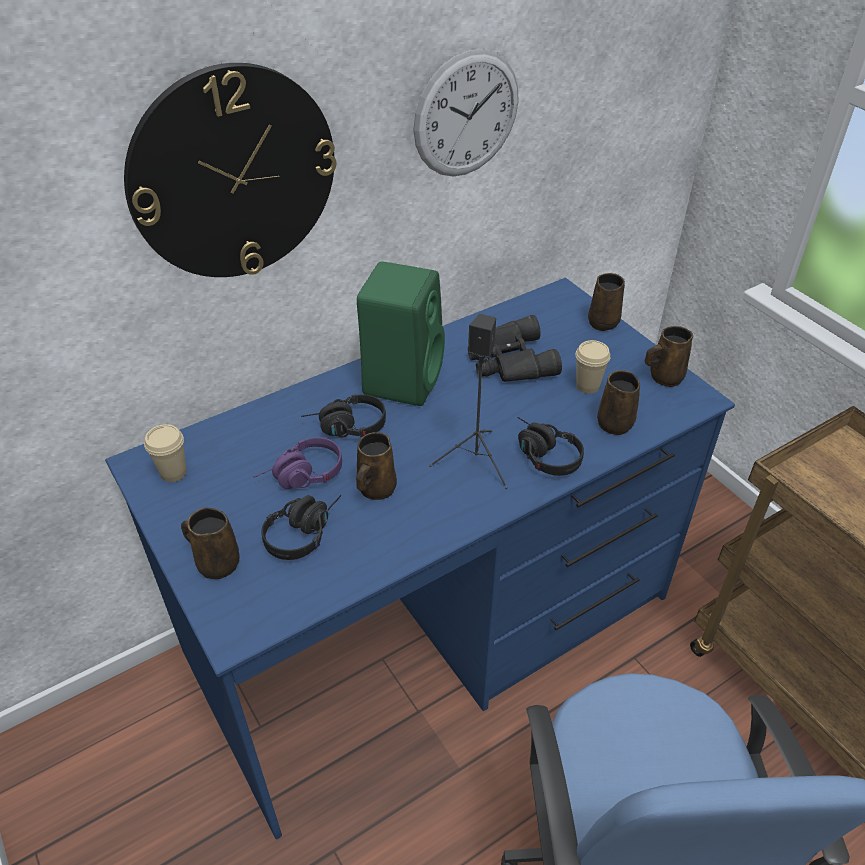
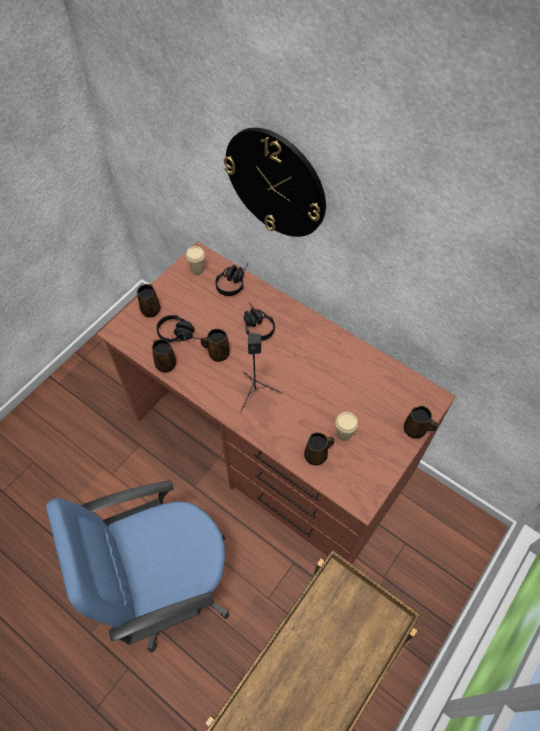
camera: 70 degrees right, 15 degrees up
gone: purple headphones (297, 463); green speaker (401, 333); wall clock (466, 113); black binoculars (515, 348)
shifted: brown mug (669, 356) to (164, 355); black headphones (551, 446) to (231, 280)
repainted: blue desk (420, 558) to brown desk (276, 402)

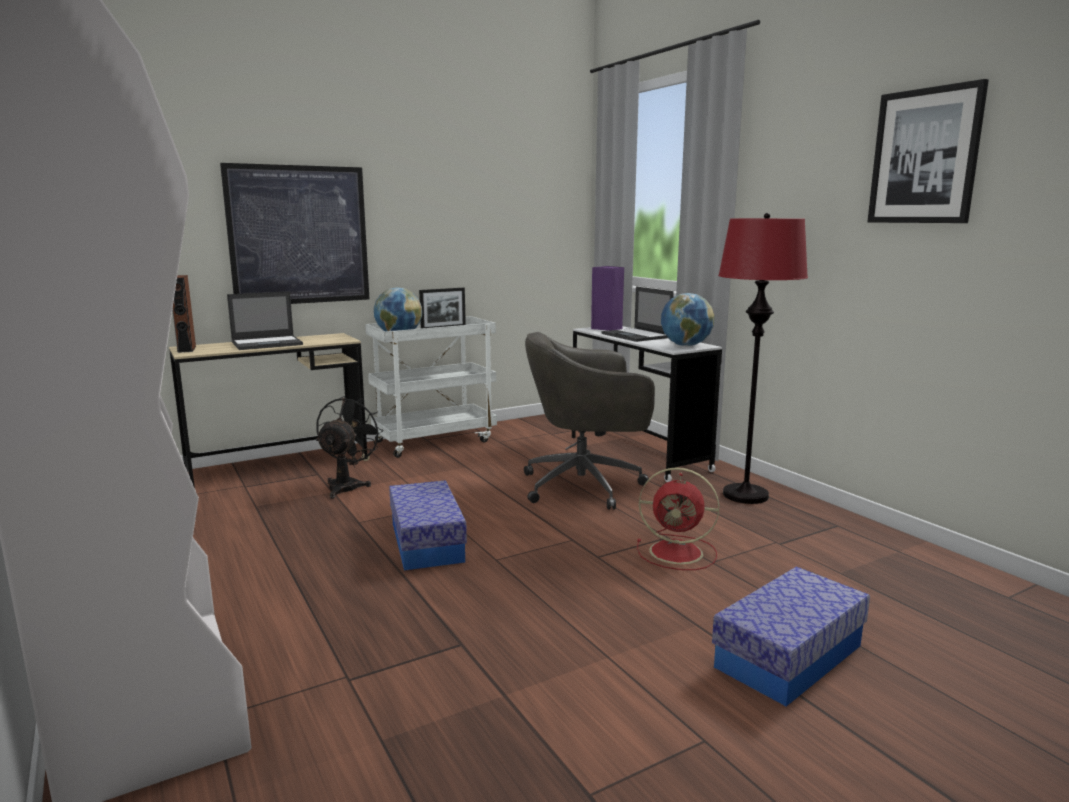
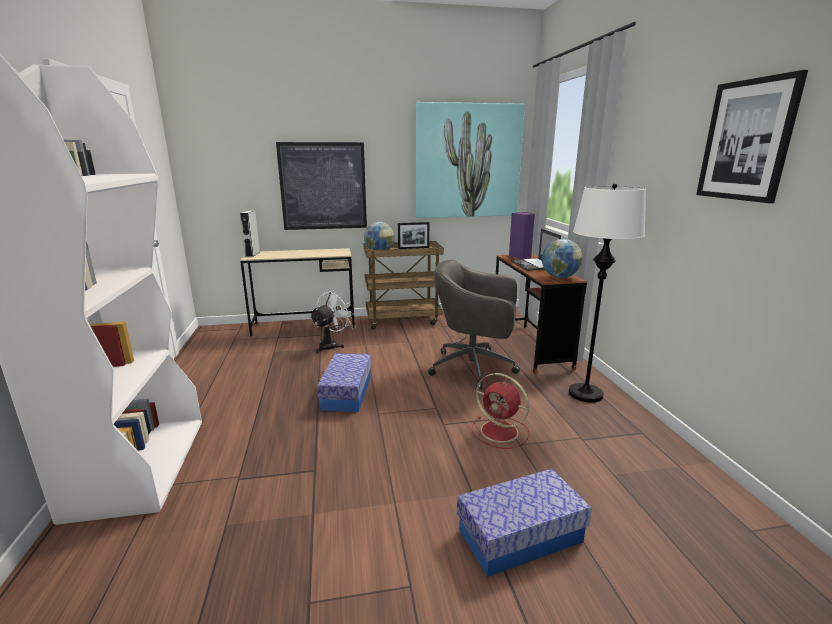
camera: 20 degrees right, 5 degrees up
gone: laptop (265, 320)
new: picture (470, 160)
repainted: brown speaker (184, 314) to grey speaker (250, 234); black fan (350, 447) to white fan (332, 322); white cart (431, 387) to brown cart (403, 285); white desk (647, 404) to brown desk (541, 314); red floor lamp (763, 358) to white floor lamp (607, 293)

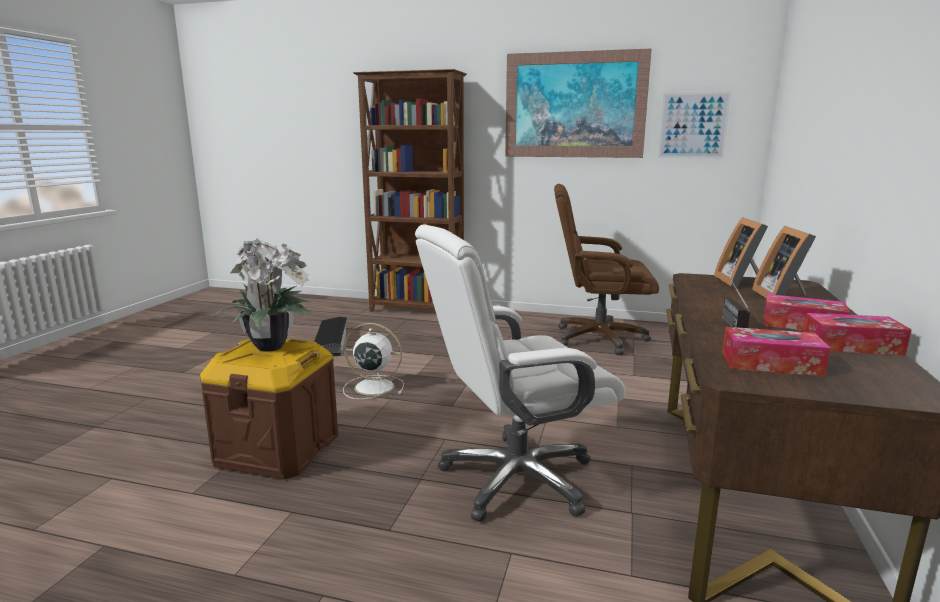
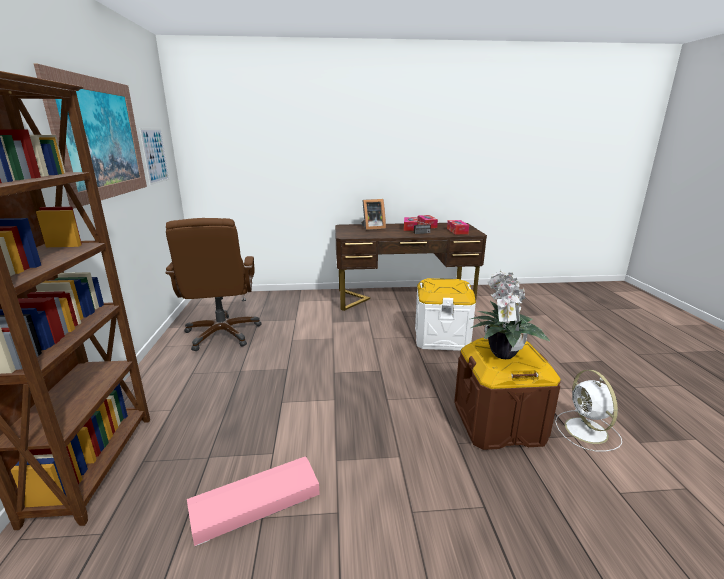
camera: 110 degrees left, 5 degrees up
gone: picture frame (741, 252)
shifted: white fan (373, 361) to (588, 410)
swapped: white office chair (520, 373) to white storage box (445, 314)
repainted: black storage box (330, 336) to pink storage box (253, 501)

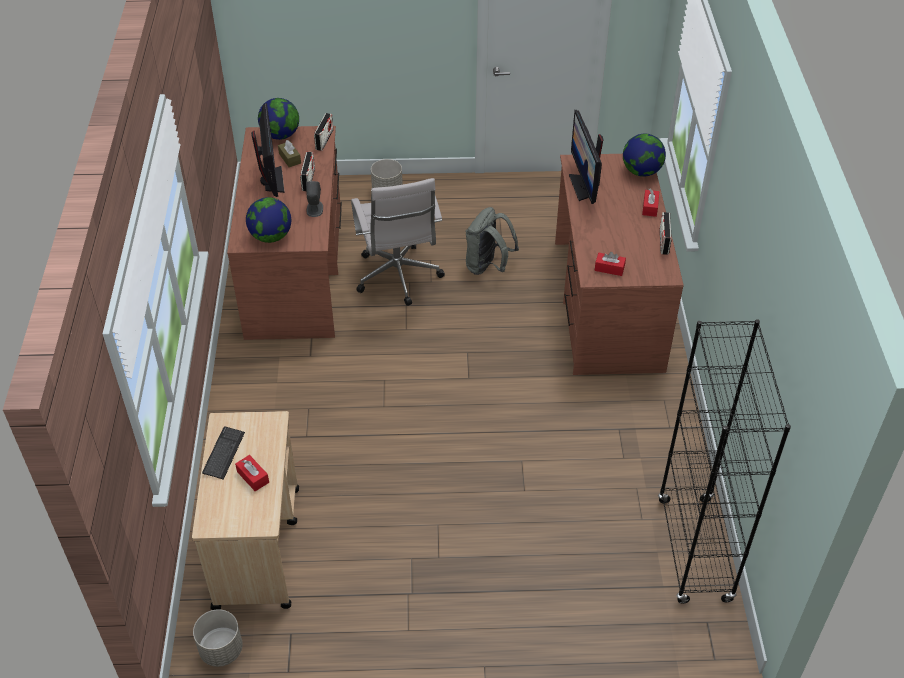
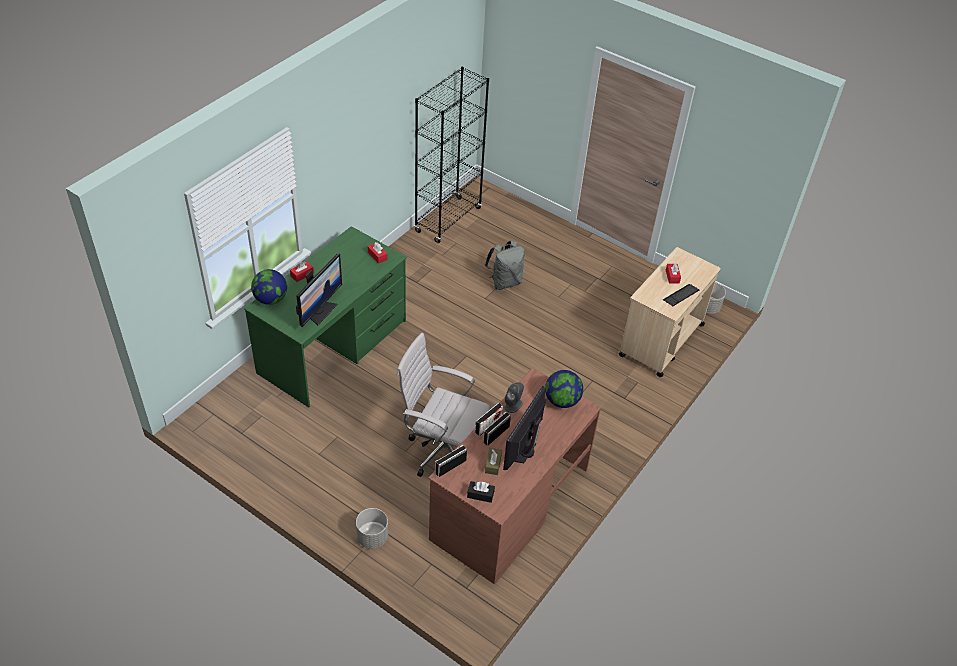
camera: 145 degrees left, 0 degrees up
shifted: radio (666, 233) to (489, 419); grey backpack (492, 241) to (504, 265)
swapped: globe (278, 119) to black tissue box (481, 492)
repainted: brown desk (619, 264) to green desk (325, 316)
rotated: white office chair (398, 242) = (443, 405) 90 degrees counterclockwise

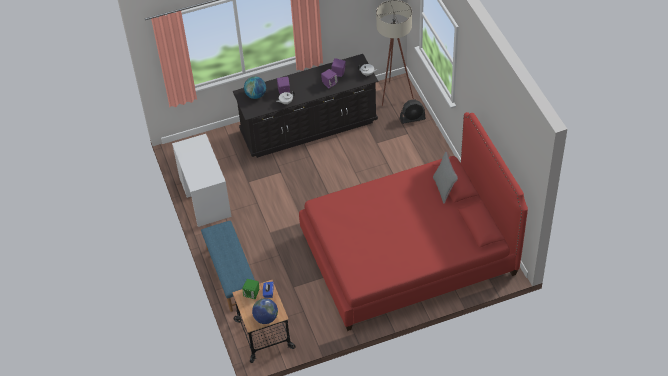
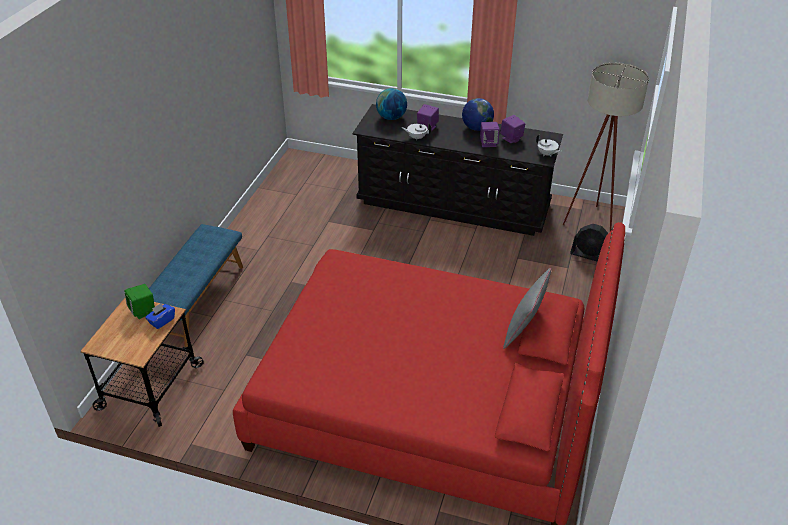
camera: 35 degrees right, 10 degrees down
gone: white desk (202, 180)
shifted: globe (265, 311) to (478, 114)

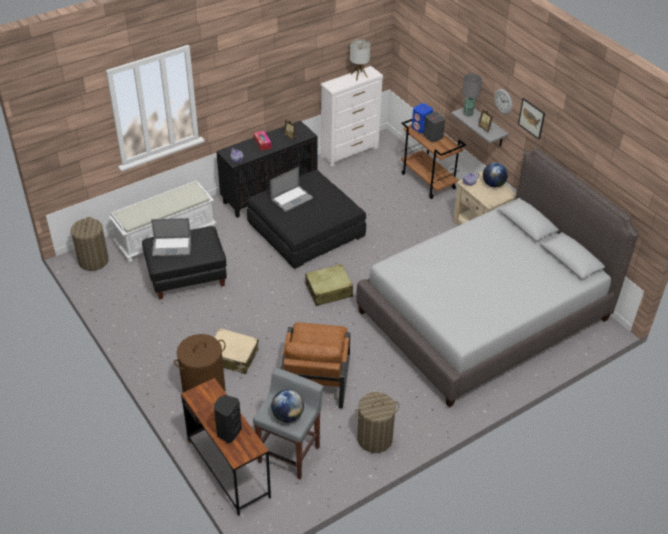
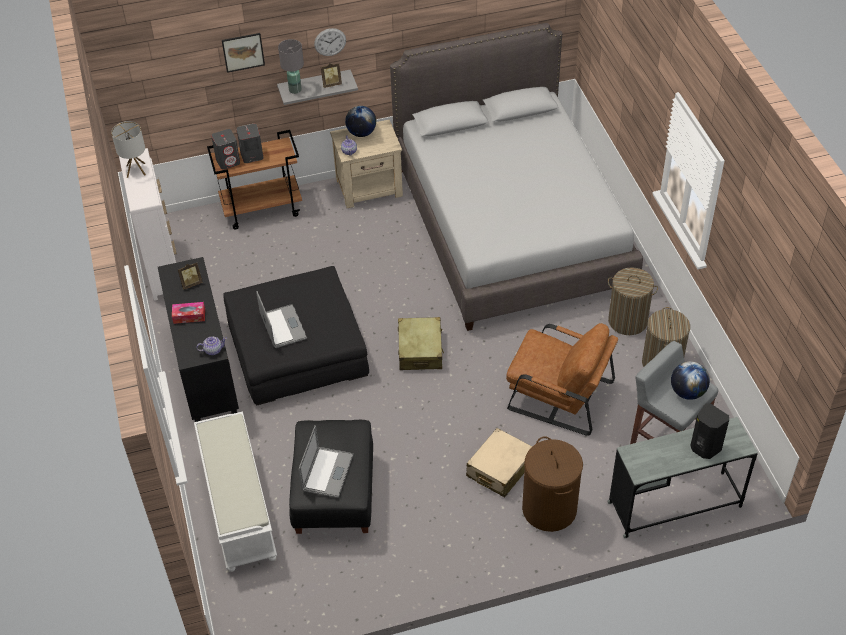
camera: 70 degrees left, 5 degrees up
shifted: picture (531, 118) to (243, 53); laundry basket (90, 244) to (633, 301)
repainted: blue speaker (422, 118) to grey speaker (225, 149); brown desk (226, 447) to grey desk (682, 477)

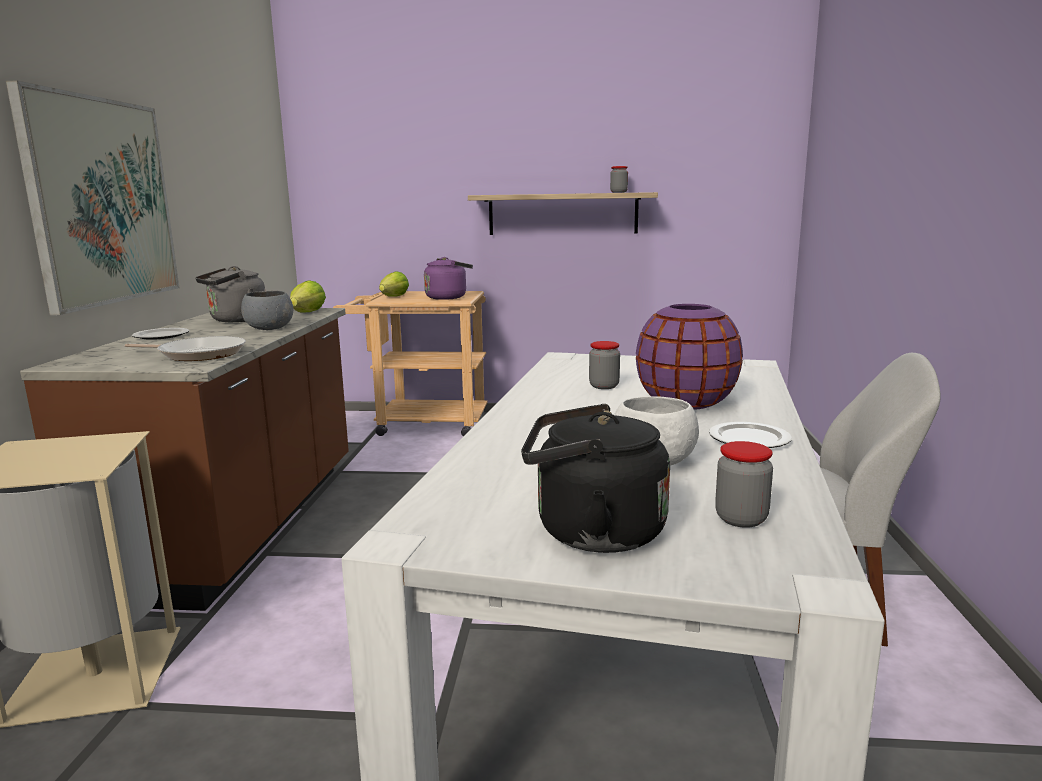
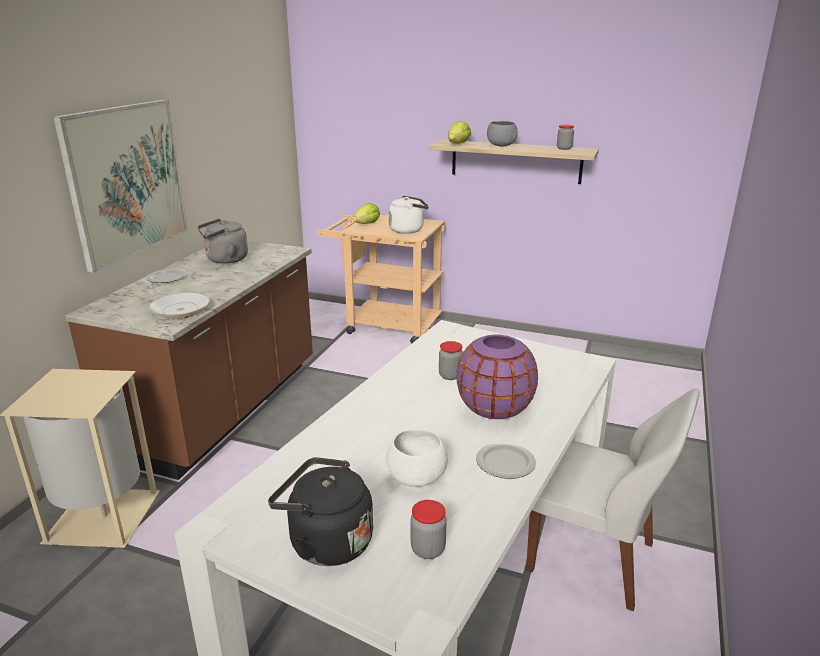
camera: 15 degrees right, 10 degrees up
shifted: lettuce (308, 296) to (459, 132); grey bowl (267, 310) to (502, 133)
repainted: purple kettle (448, 278) to white kettle (409, 215)

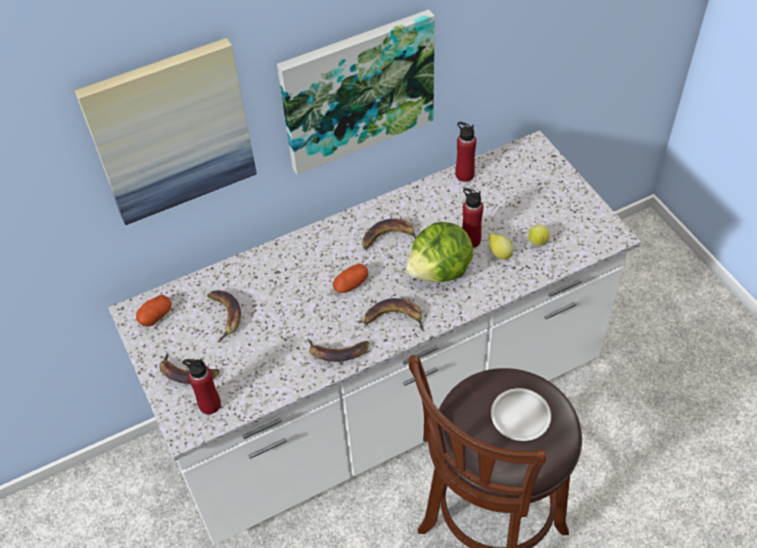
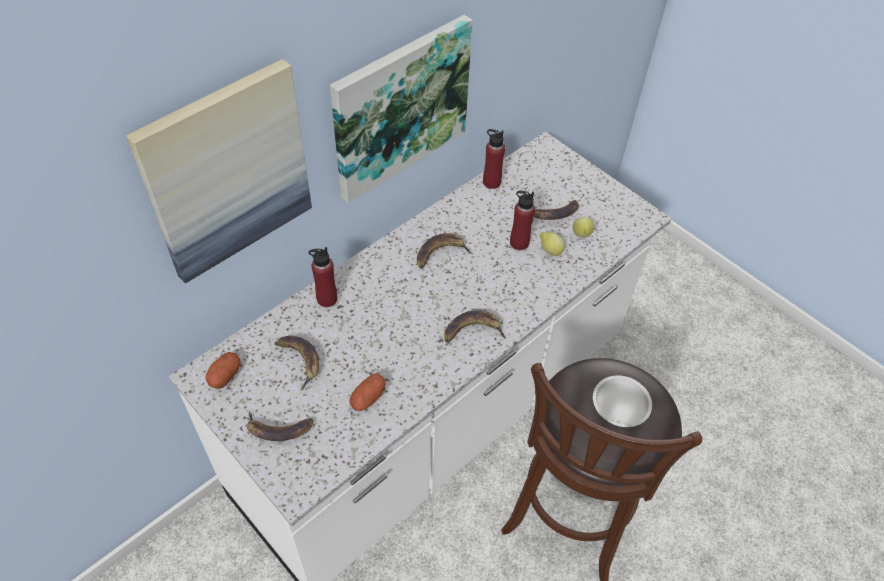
camera: 20 degrees left, 0 degrees up
gone: lettuce (439, 252)
shifted: red bottle (202, 386) to (323, 277); potato (350, 278) to (368, 392); banana (338, 350) to (556, 210)

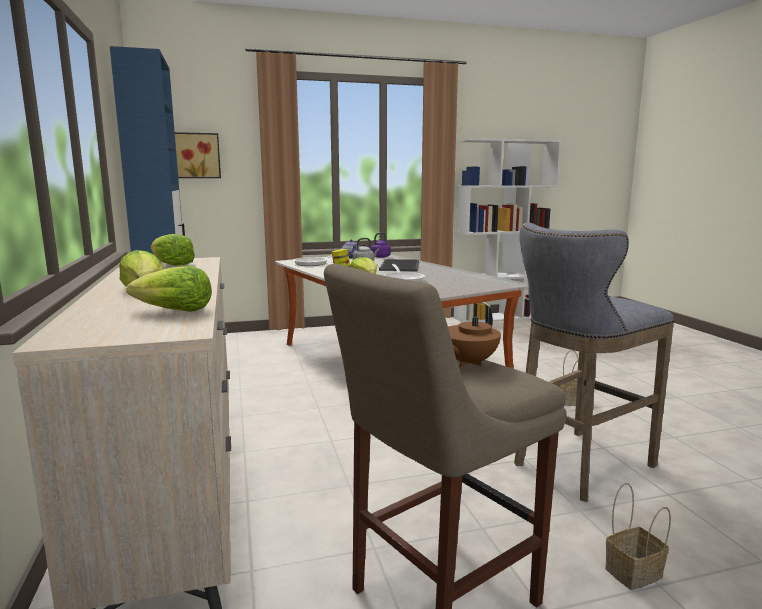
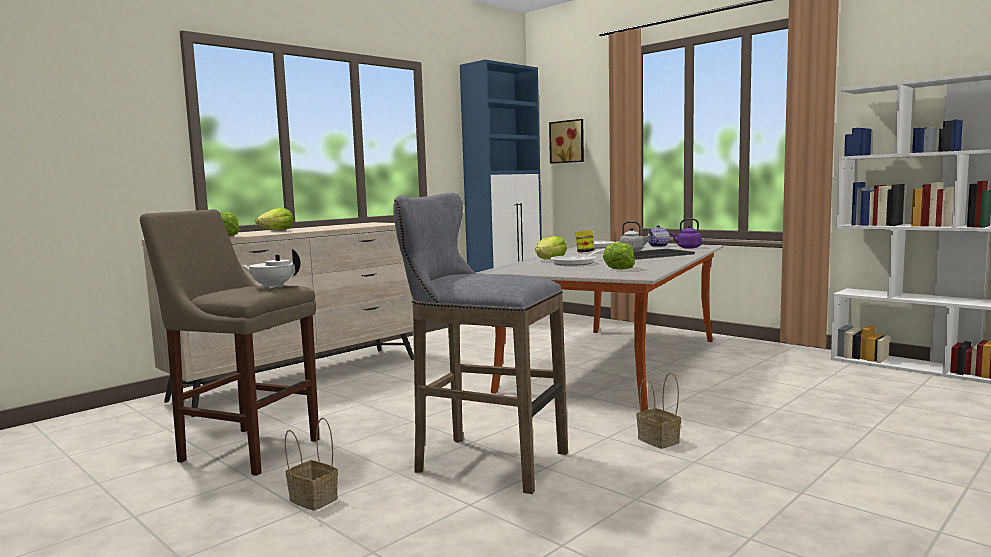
camera: 60 degrees right, 5 degrees down
shifted: lettuce (173, 250) to (619, 256)
repainted: brown teapot (474, 336) to white teapot (271, 269)

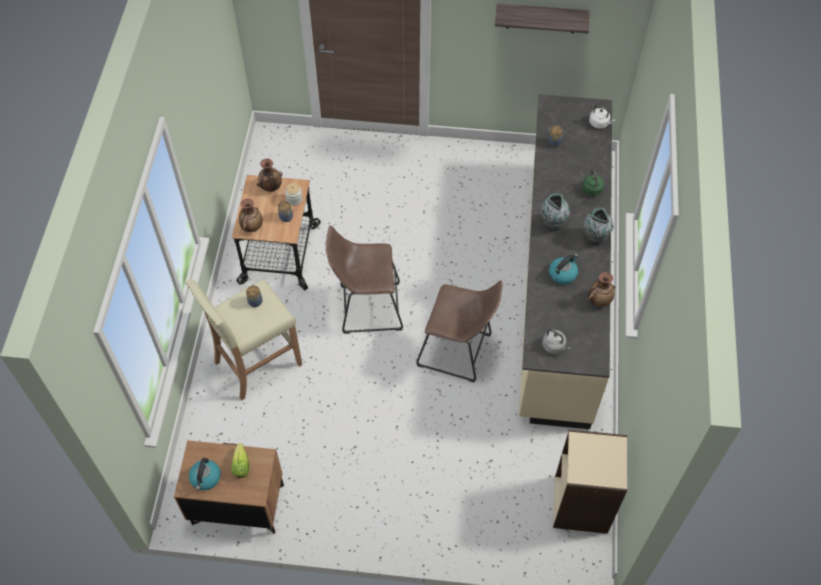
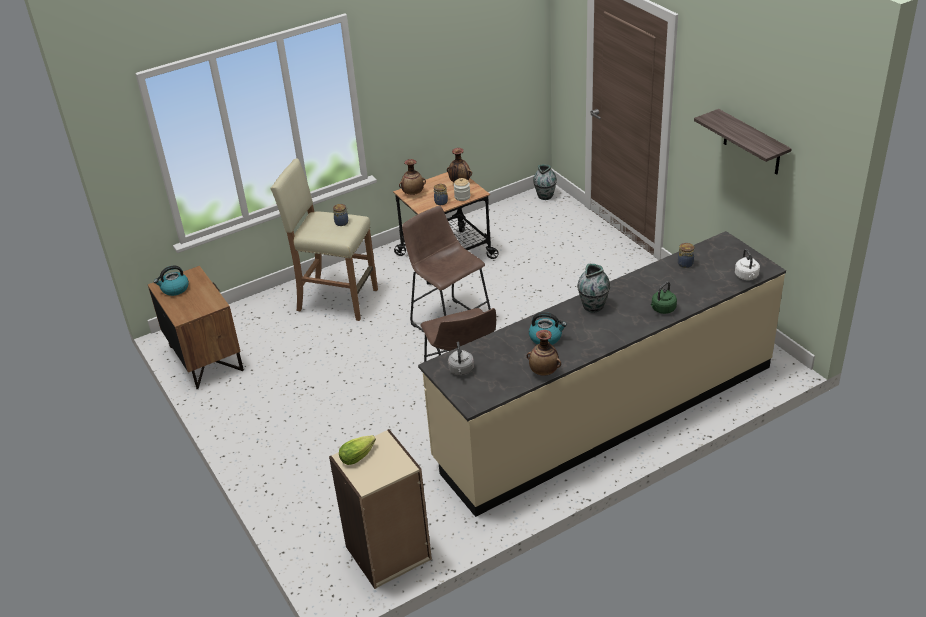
camera: 55 degrees right, 20 degrees down
shifted: lettuce (240, 460) to (357, 450); vase (598, 226) to (545, 182)

